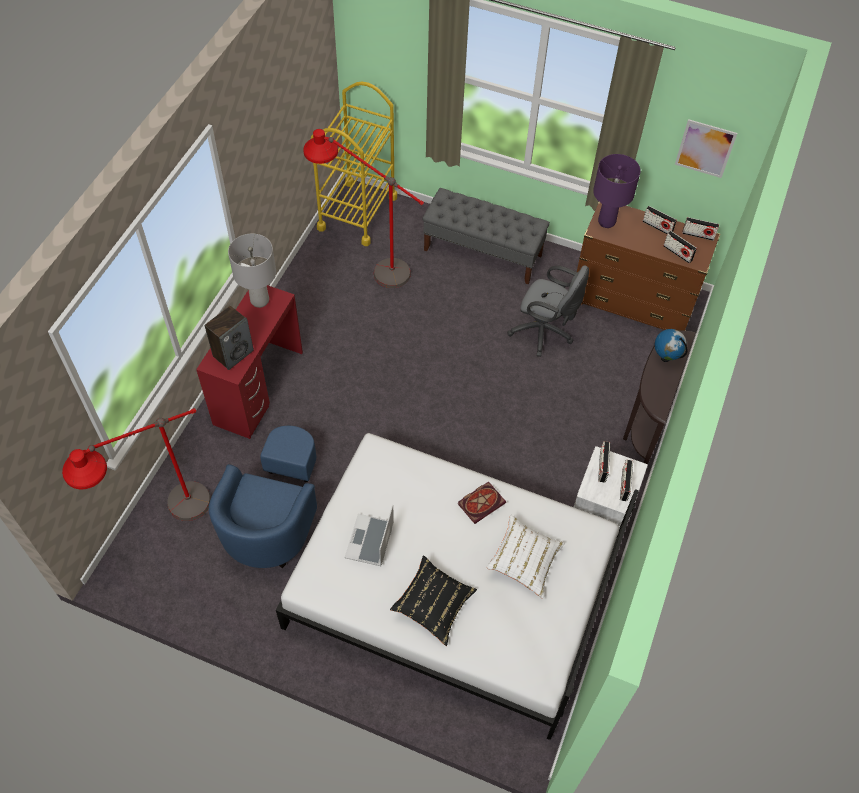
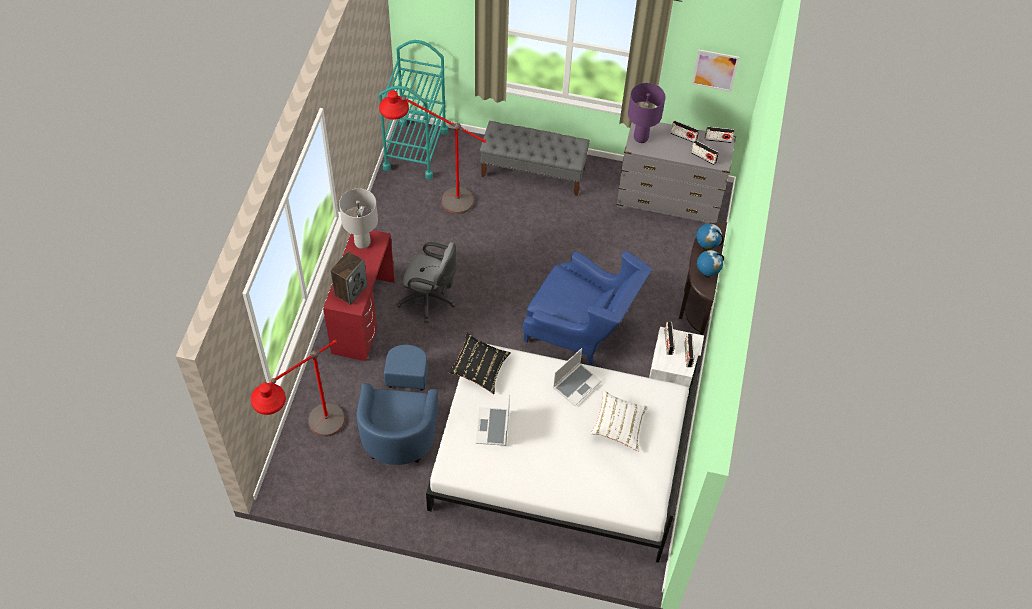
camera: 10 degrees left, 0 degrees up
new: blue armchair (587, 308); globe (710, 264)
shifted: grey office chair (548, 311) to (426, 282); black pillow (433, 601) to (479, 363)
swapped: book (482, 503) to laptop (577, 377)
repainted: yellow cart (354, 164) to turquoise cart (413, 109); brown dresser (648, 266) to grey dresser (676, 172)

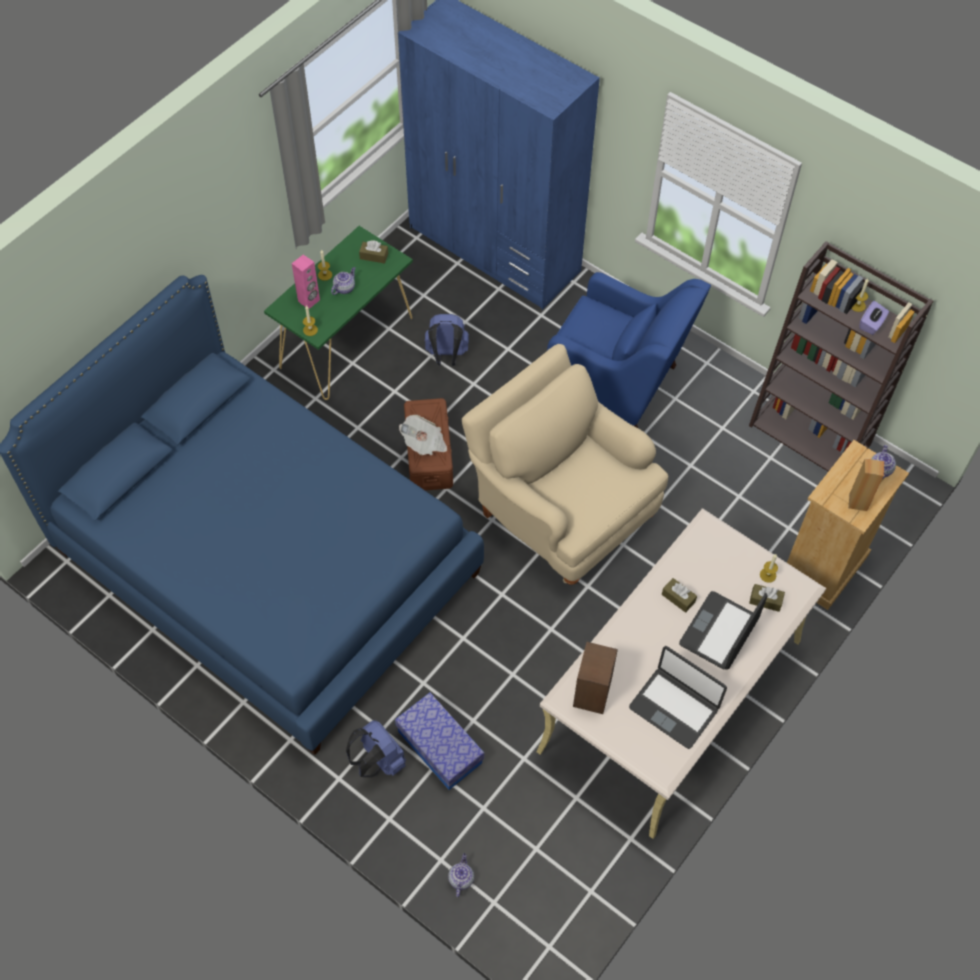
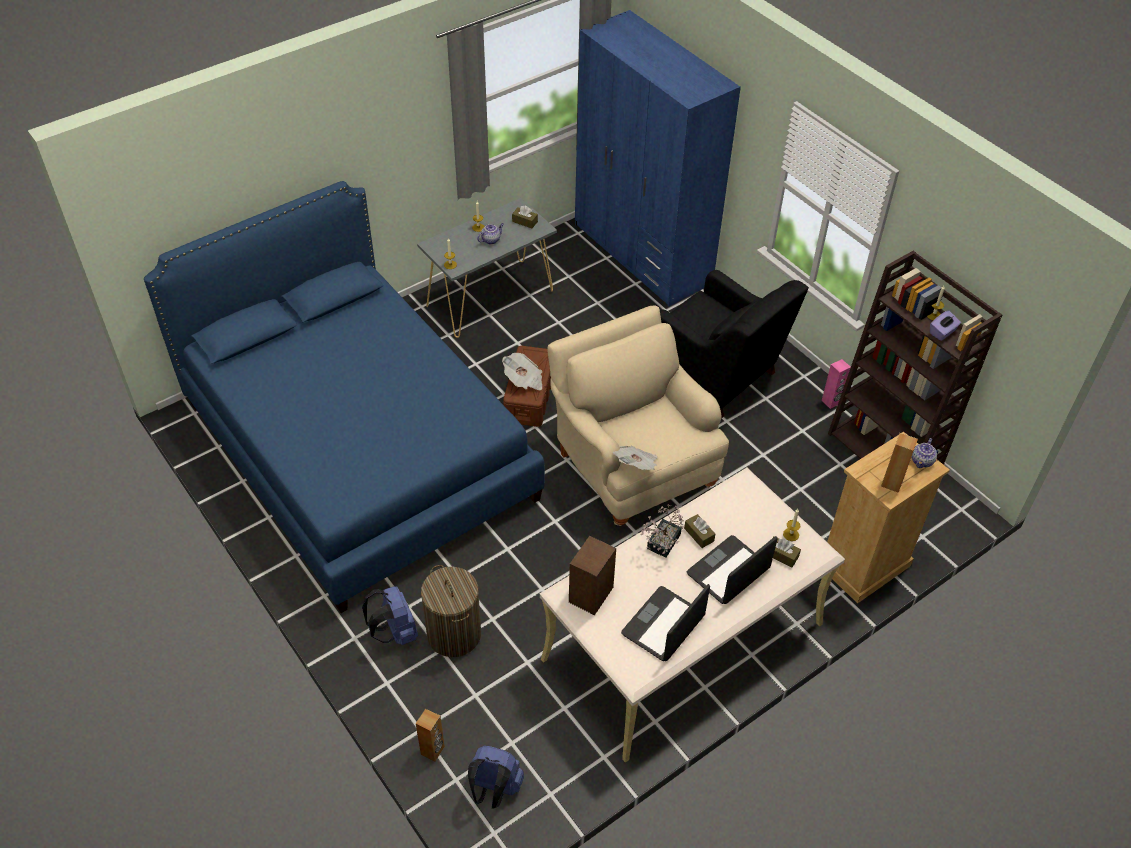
camera: 15 degrees right, 10 degrees down
new: newspaper (635, 458); potted plant (662, 531)
shifted: blue backpack (447, 340) to (496, 777); pink speaker (306, 282) to (836, 384)
swapped: teapot (461, 875) to brown speaker (430, 735); storage box (439, 741) to laundry basket (451, 611)
repainted: green console table (338, 313) to grey console table (487, 268); blue armchair (629, 350) to black armchair (734, 344)
rotated: laptop (678, 697) = (665, 622) 75 degrees clockwise

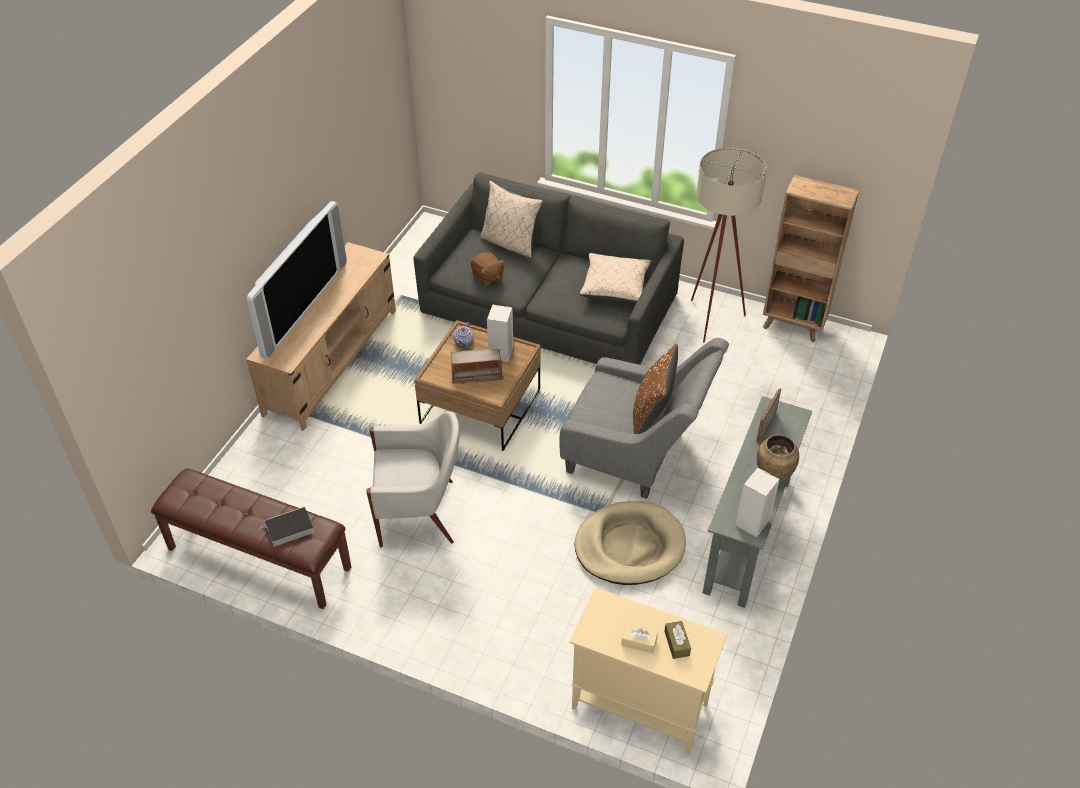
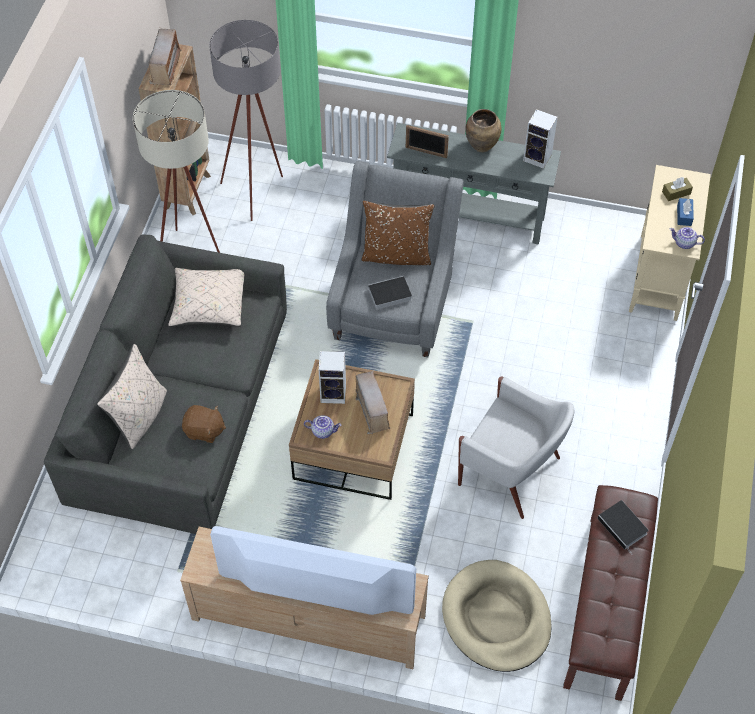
camera: 100 degrees left, 10 degrees up
new: radio (165, 57); grey floor lamp (246, 120); book (387, 293); teapot (687, 238)
shifted: beige dog bed (630, 543) to (497, 616)
repainted: beige tissue box (639, 639) to blue tissue box (685, 212)
rotated: brown plush toy (487, 269) = (204, 424) 60 degrees clockwise; white armchair (412, 479) = (516, 448) 135 degrees clockwise

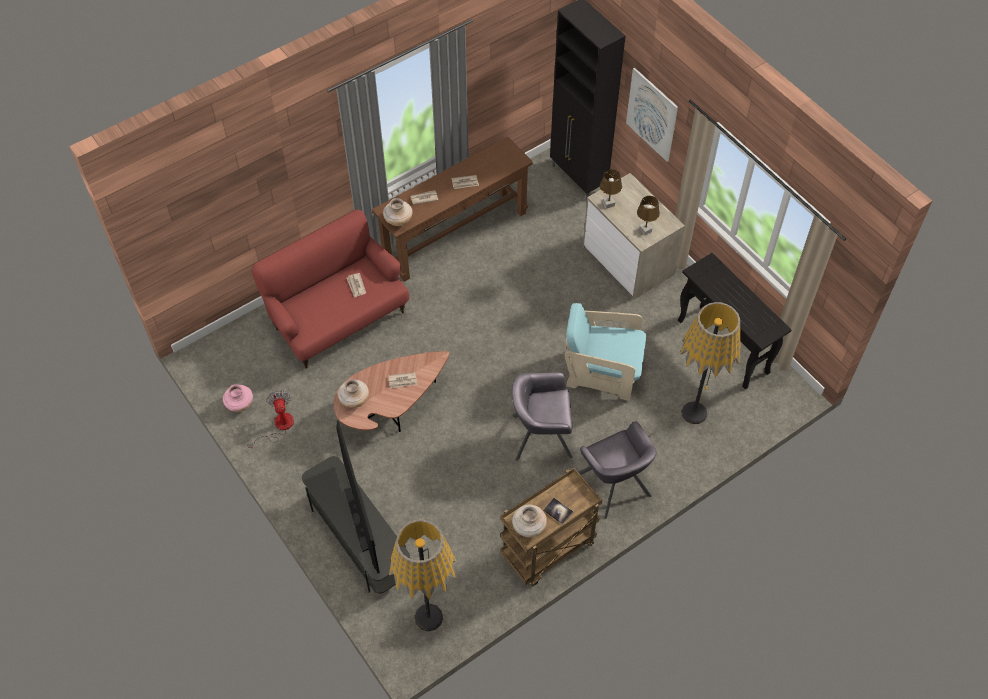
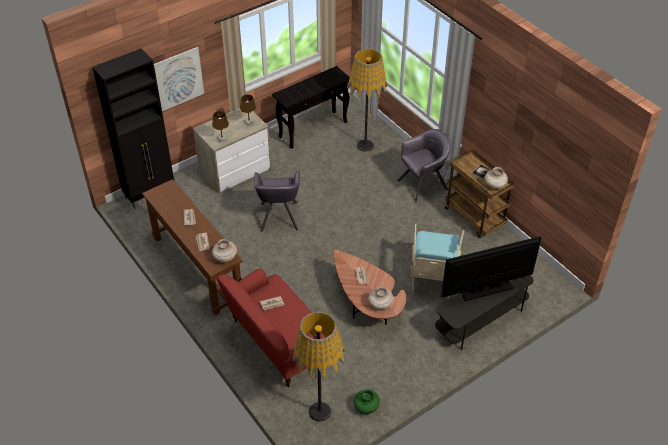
camera: 90 degrees left, 10 degrees down
gone: fan (270, 419)
shifted: grey armchair (542, 417) to (277, 201); floor lamp (422, 575) to (319, 367); turquoise armchair (605, 352) to (437, 261)
repainted: pink vase (238, 398) to green vase (367, 402)

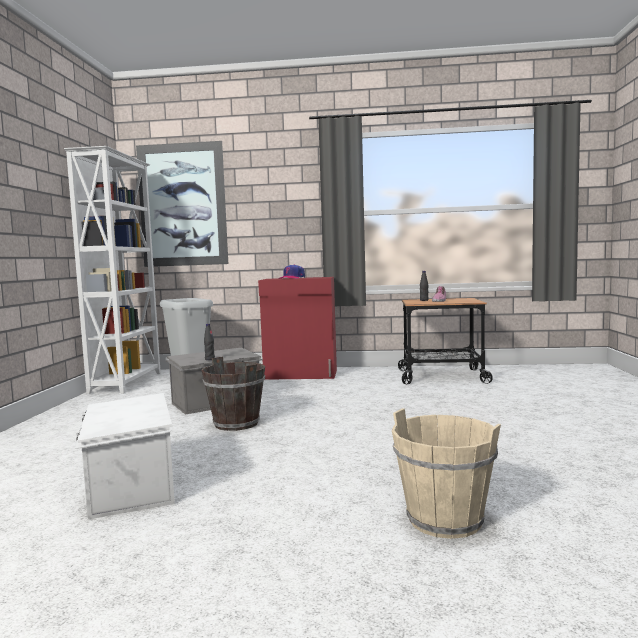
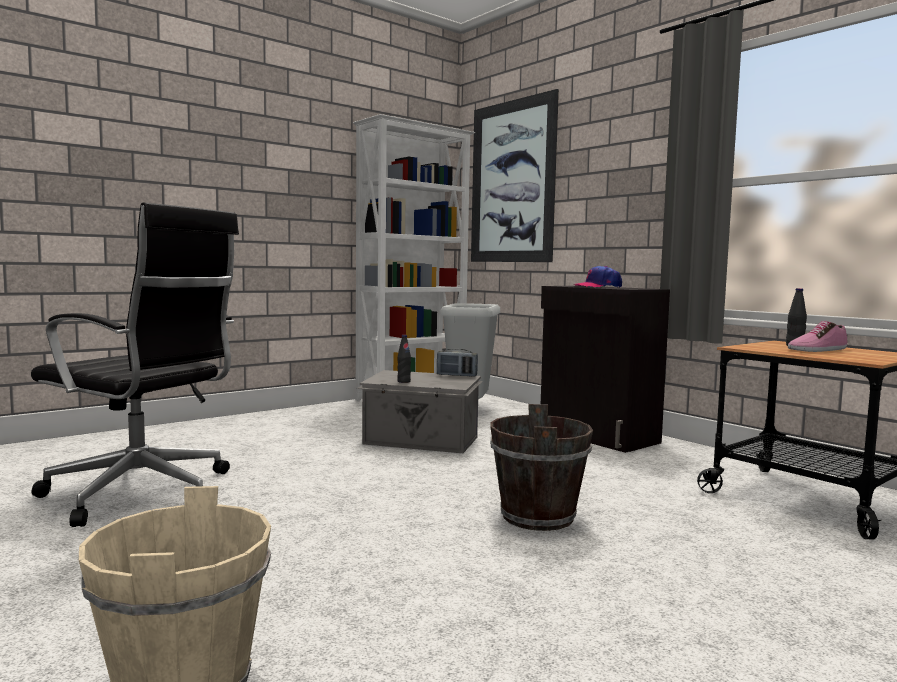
camera: 45 degrees right, 0 degrees up
new: radio (457, 363)
shifted: brown bucket (233, 394) to (541, 467)
swapped: white storage box (125, 456) to black office chair (135, 364)
repainted: red cabinet (297, 328) to black cabinet (605, 369)

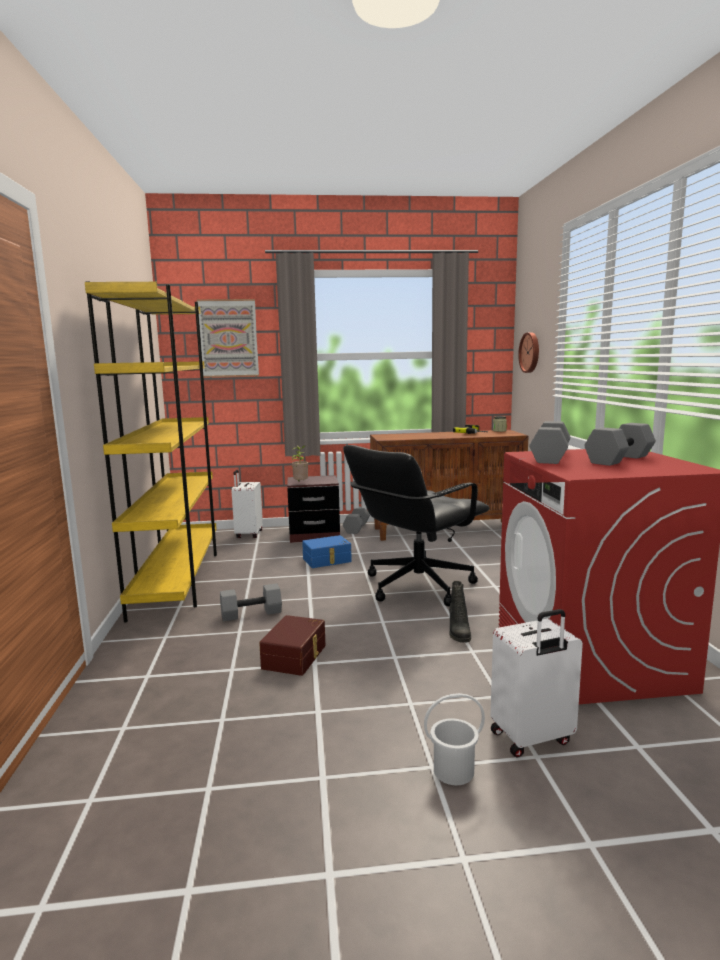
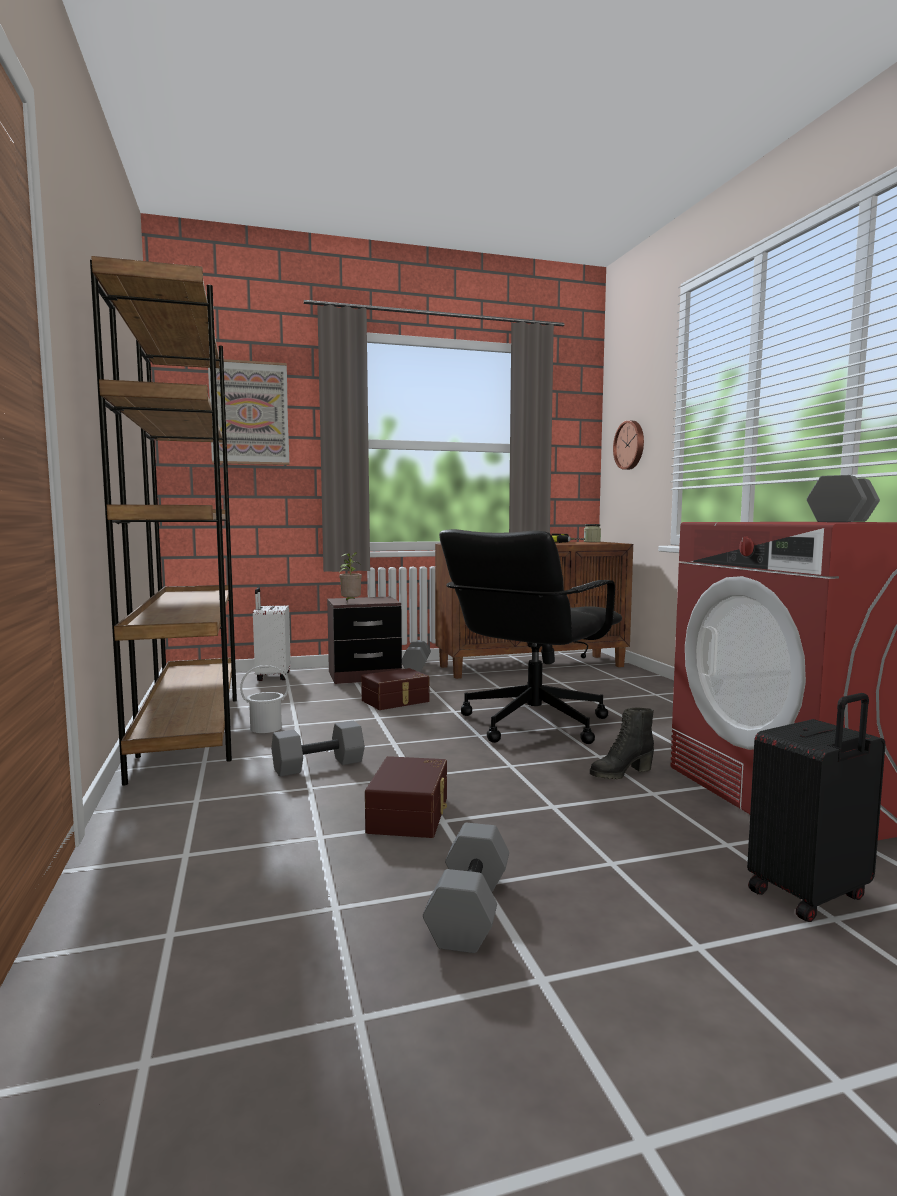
camera: 10 degrees left, 5 degrees down
shifted: white bucket (454, 739) to (264, 699); grey dumbbell (550, 442) to (466, 888)
repainted: yellow bookcase (151, 452) to brown bookcase (163, 521); blue storage box (327, 551) to brown storage box (395, 689); white suitcase (537, 683) to black suitcase (816, 807)
rotated: black boot (460, 612) = (622, 743) 75 degrees clockwise

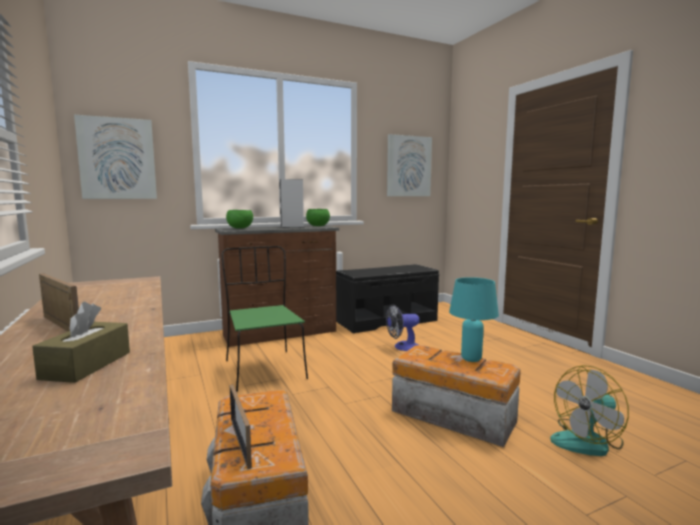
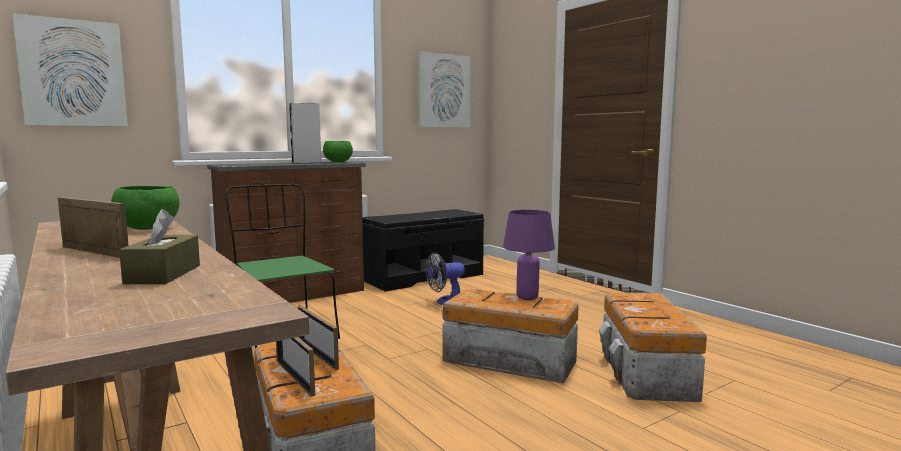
camera: 10 degrees left, 0 degrees up
new: picture frame (318, 337)
shifted: green bowl (239, 219) to (145, 208)
swapped: fan (589, 410) to storage box (653, 347)
repainted: turquoise table lamp (474, 319) to purple table lamp (529, 254)

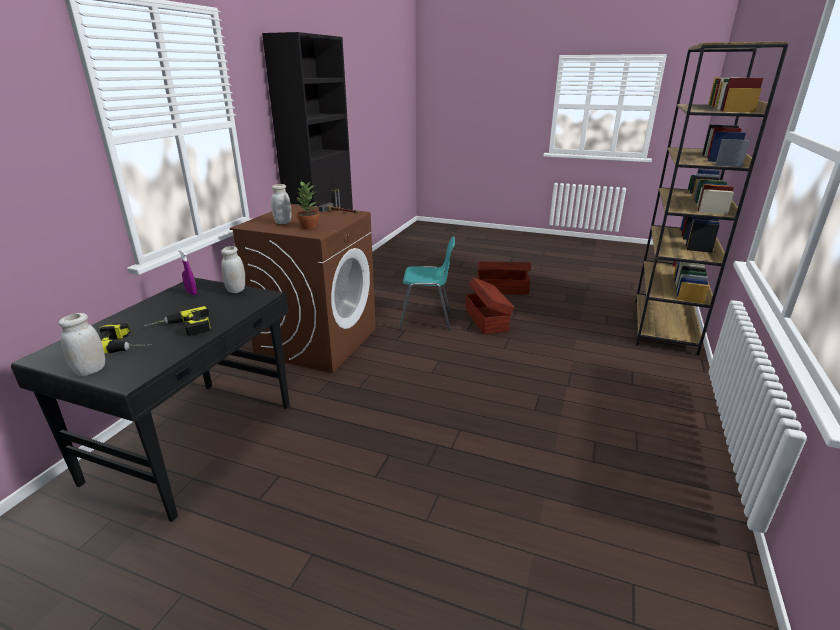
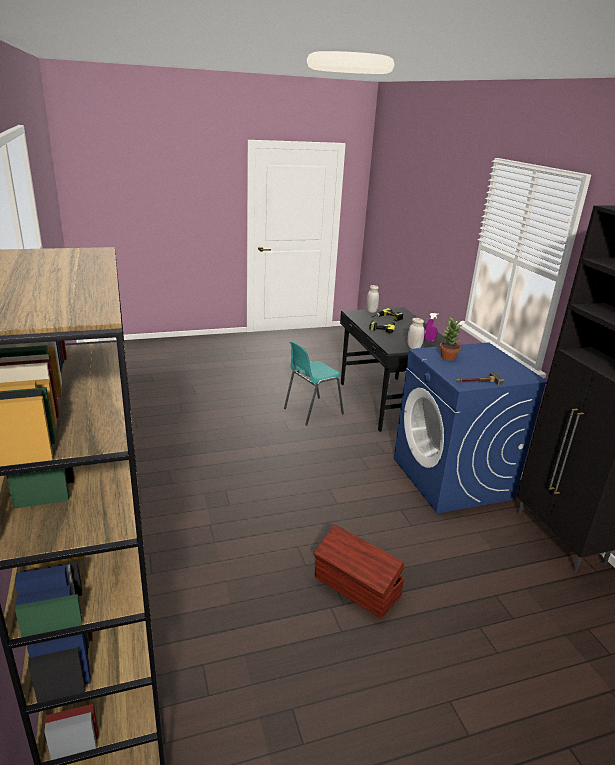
camera: 140 degrees right, 0 degrees up
gone: white jar (281, 204); brown storage box (504, 278)
shifted: turquoise chair (427, 283) to (314, 383)
repainted: brown washing machine (303, 288) to blue washing machine (470, 427)

